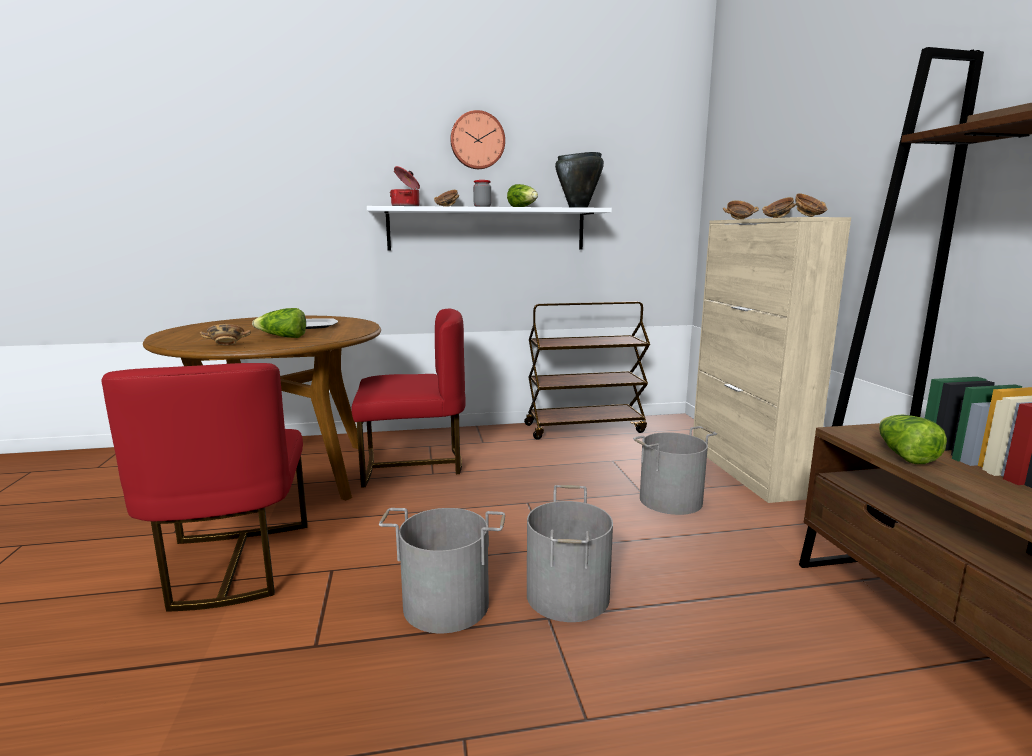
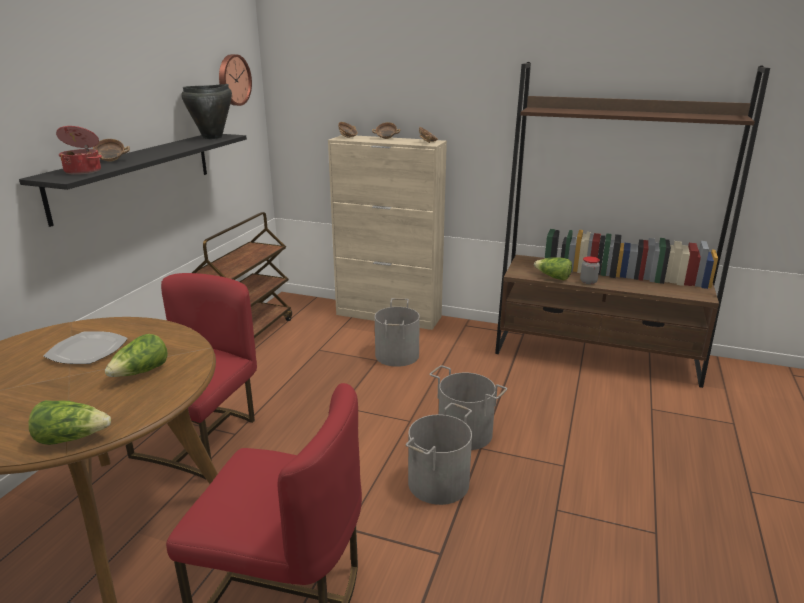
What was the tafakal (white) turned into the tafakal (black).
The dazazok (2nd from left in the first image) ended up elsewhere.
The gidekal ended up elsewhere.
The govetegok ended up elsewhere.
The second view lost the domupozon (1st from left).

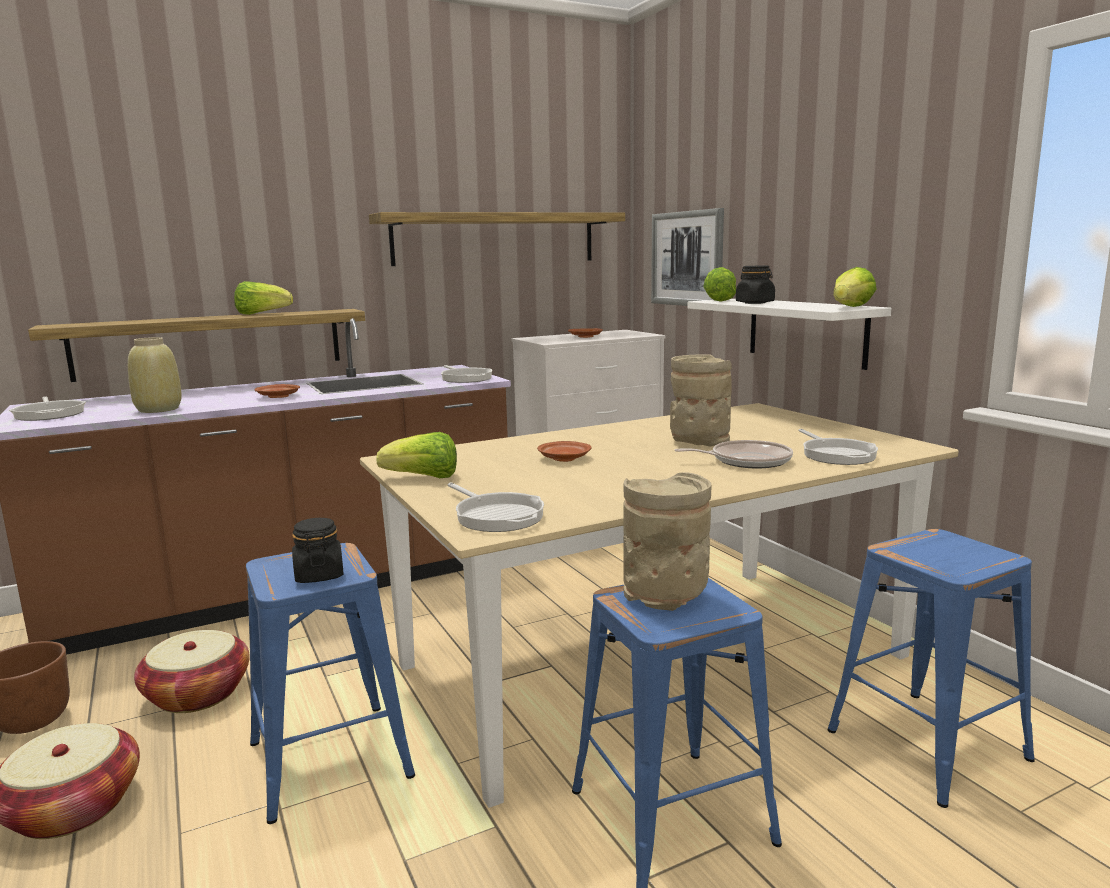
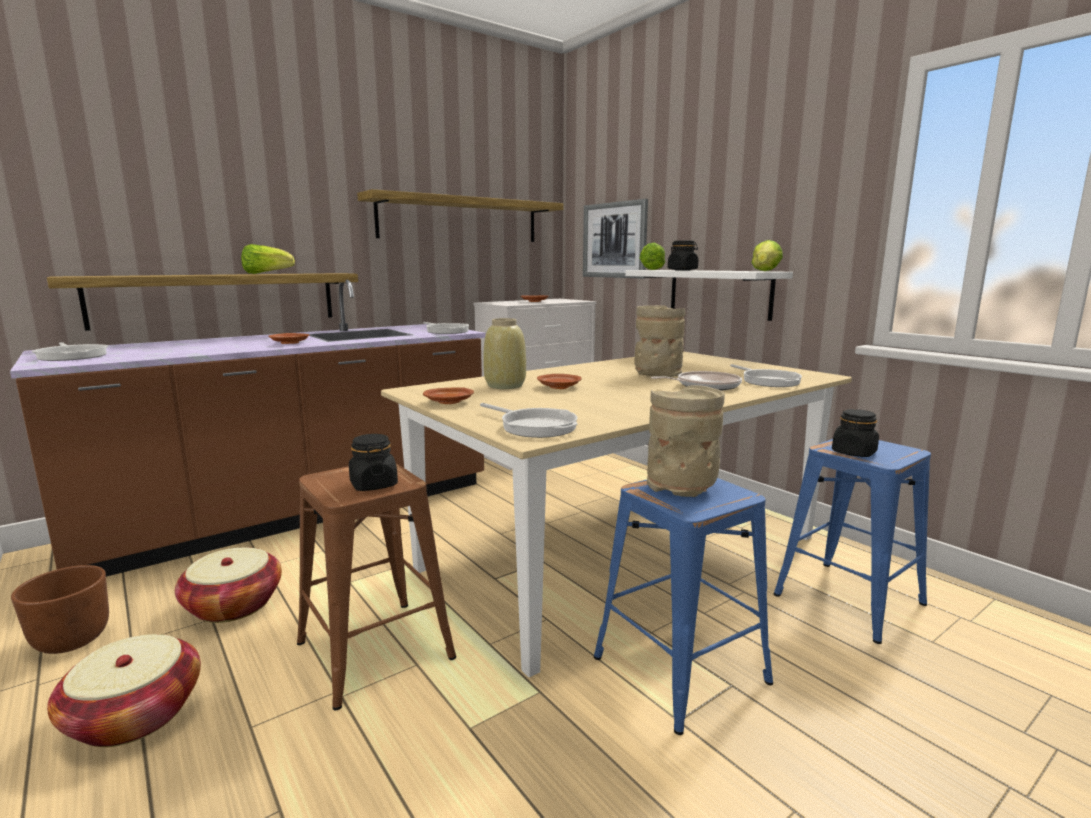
What was the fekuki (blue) (1st from left) turned into the fekuki (brown).
Where the dazazok (2nd from left) stood, the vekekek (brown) (2nd from left) came to stand.
The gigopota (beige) (1st from left) ended up elsewhere.
The second view gained the govetegok (black) (3rd from left).

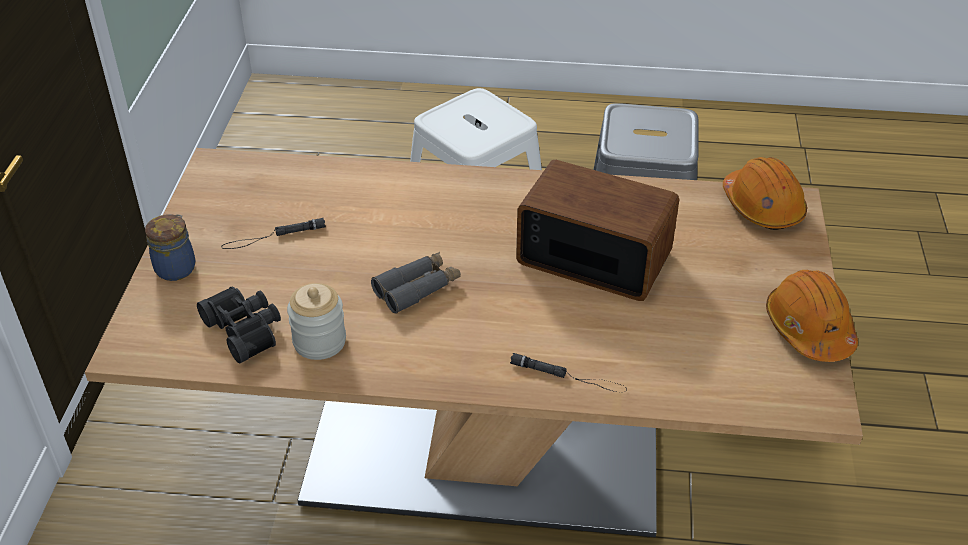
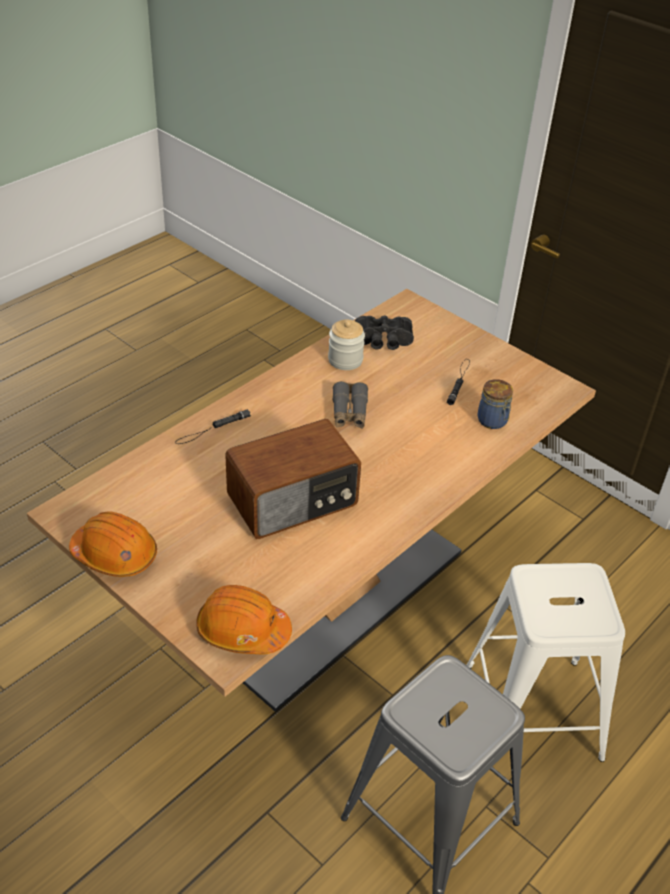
The govetegok (1st from left in the first image) ended up elsewhere.

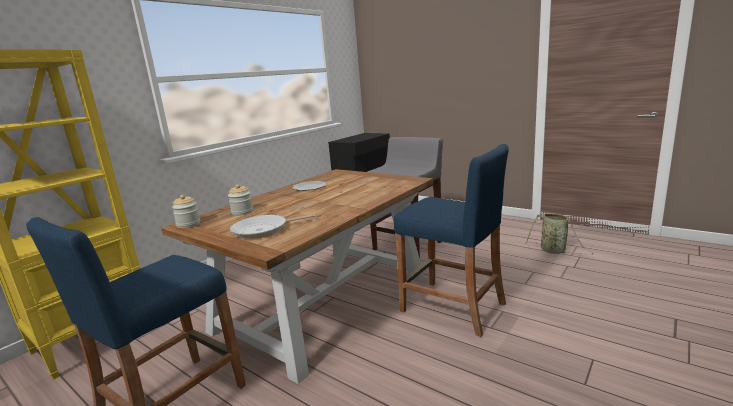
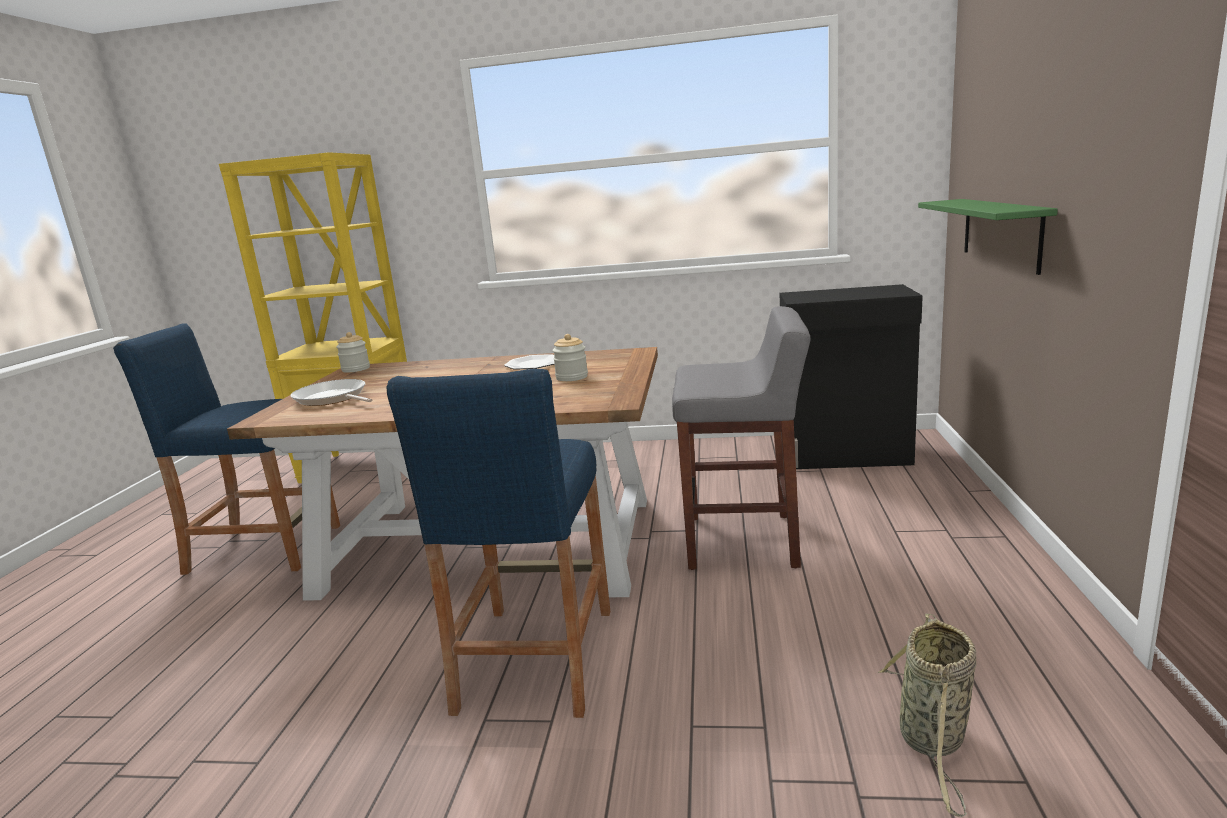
The govetegok (2nd from left) ended up elsewhere.
The second view gained the tafakal (green).

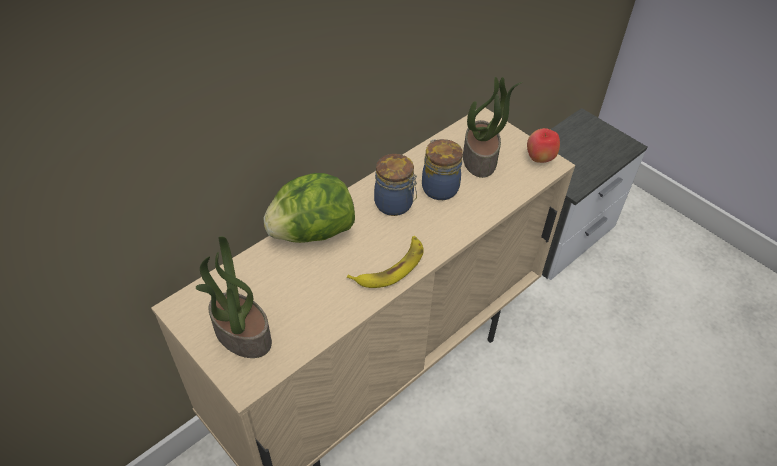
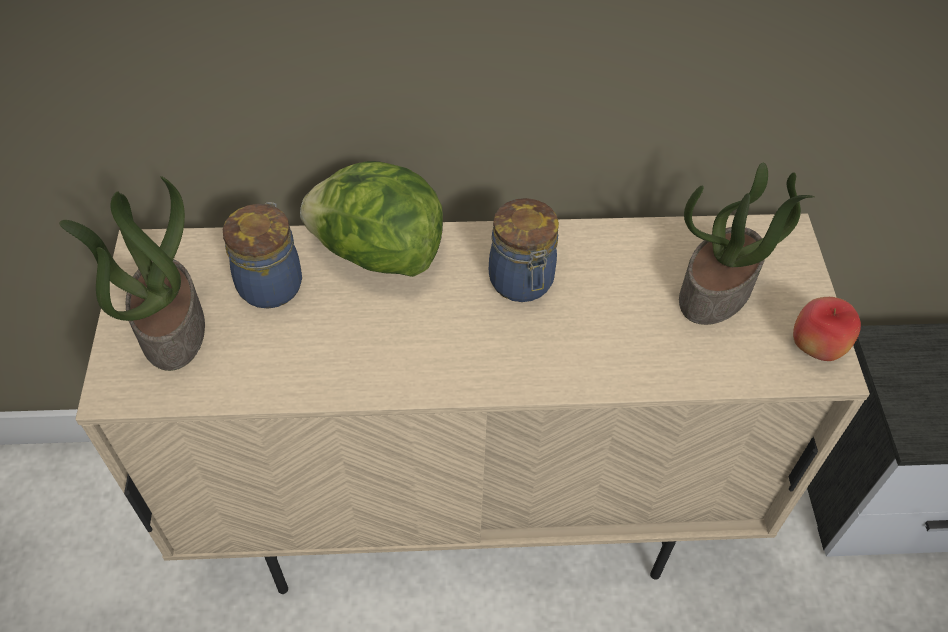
The govetegok (2nd from left in the first image) ended up elsewhere.
The second view lost the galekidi.

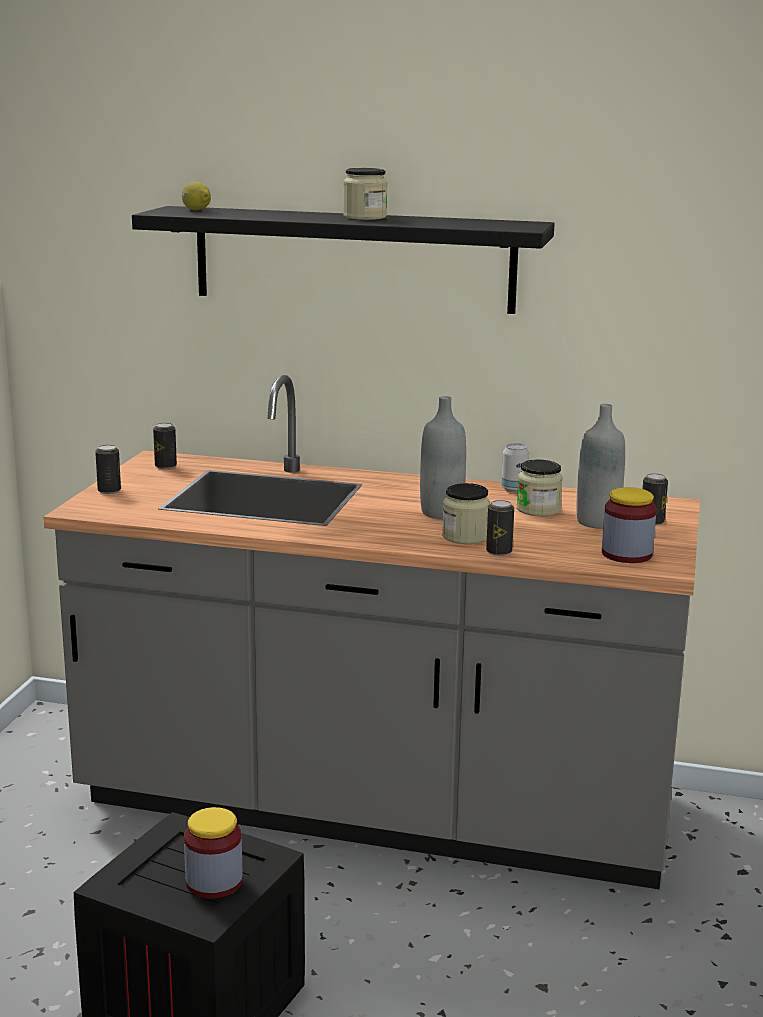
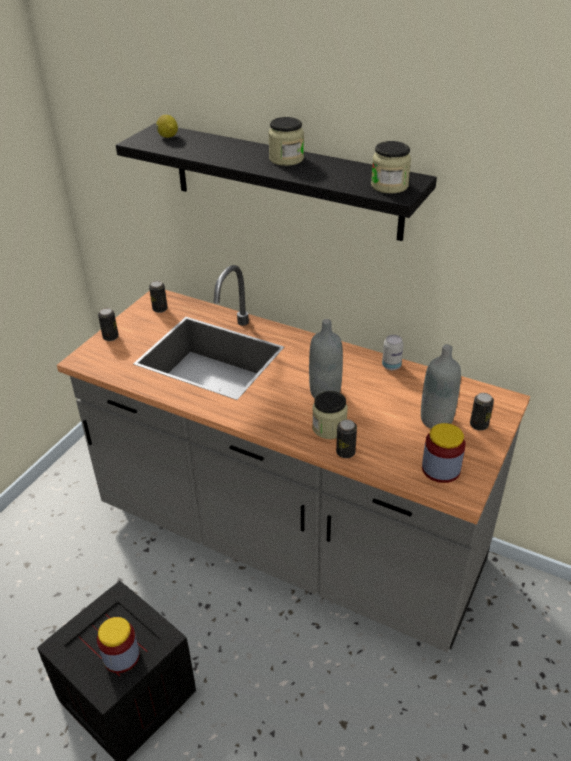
The govetegok (4th from left) ended up elsewhere.

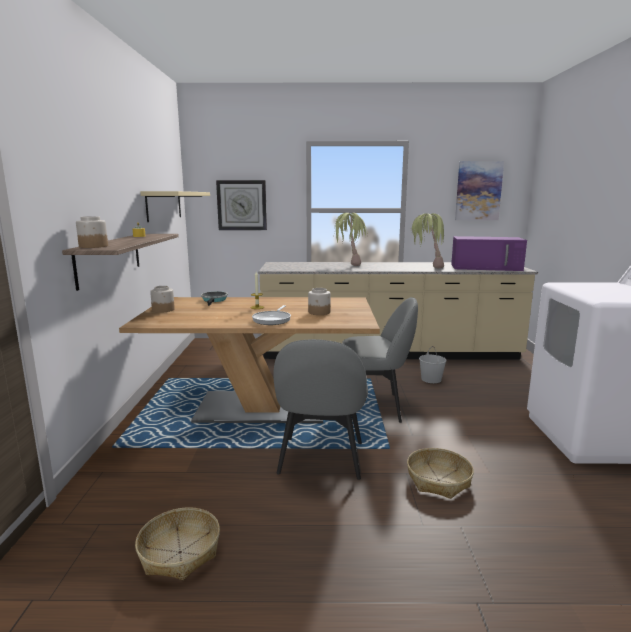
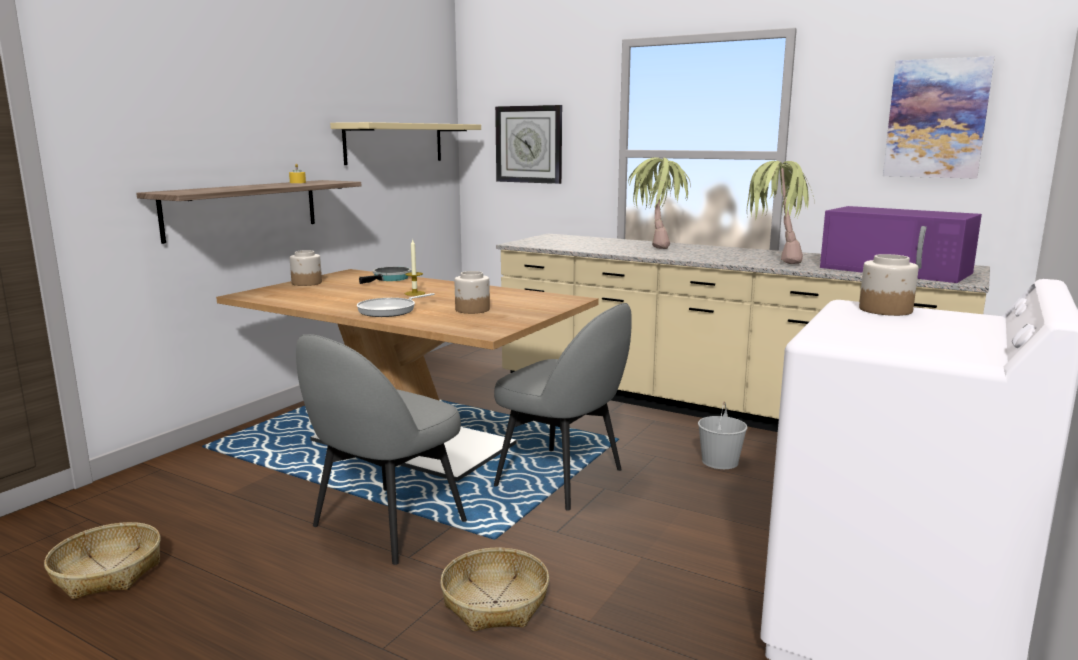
The govetegok (1st from left in the first image) ended up elsewhere.

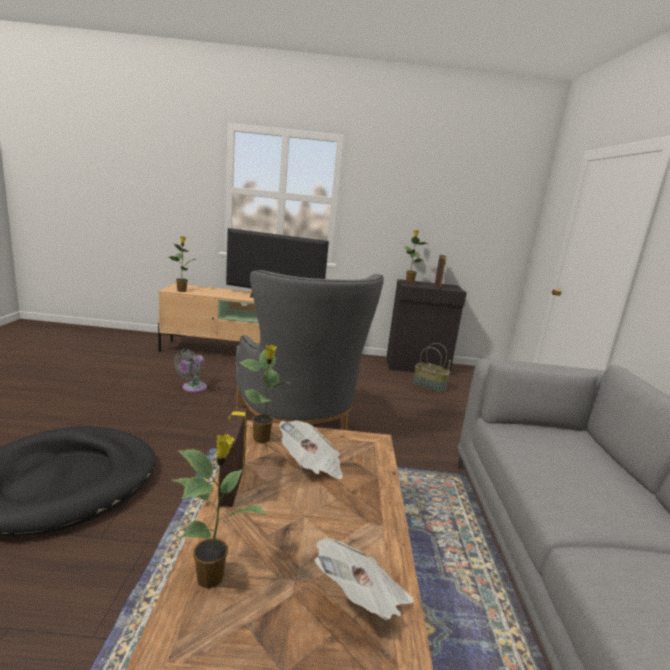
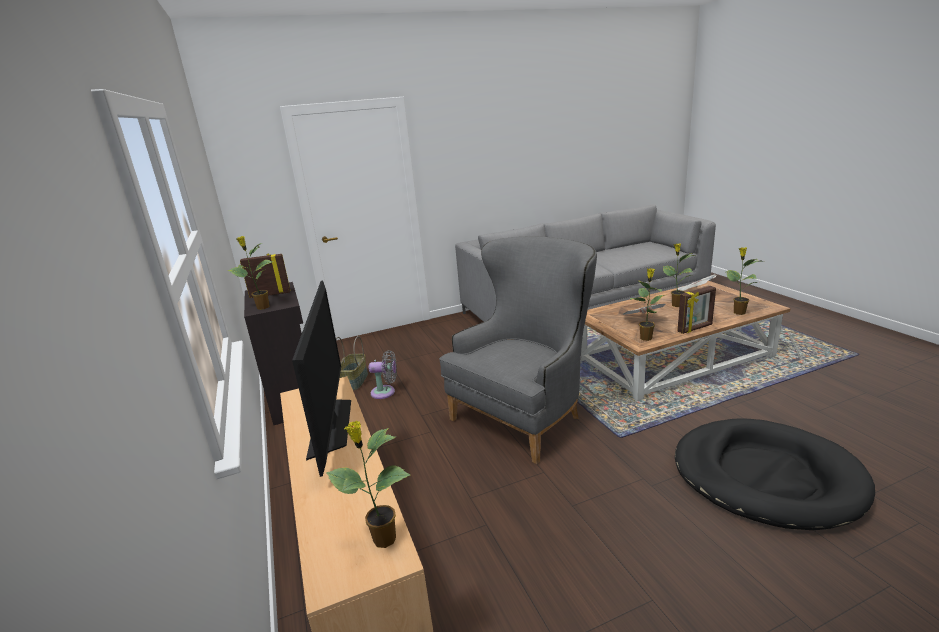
The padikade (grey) ended up elsewhere.
The second view gained the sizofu (4th from left).

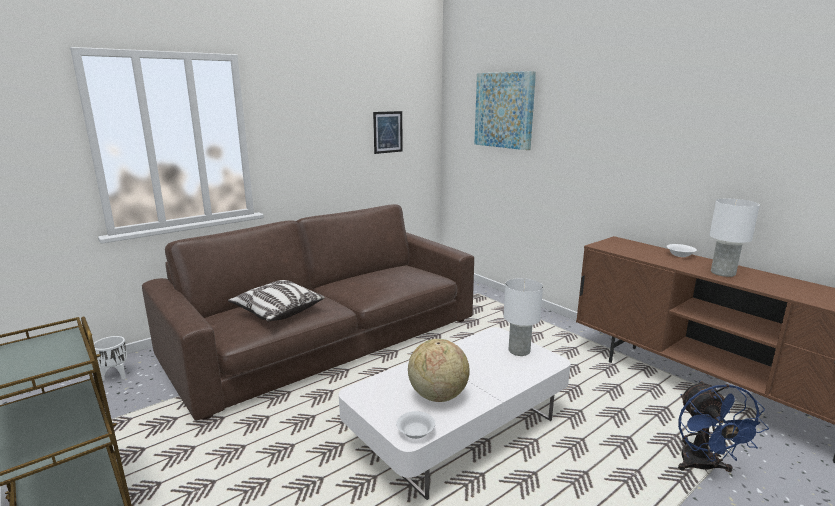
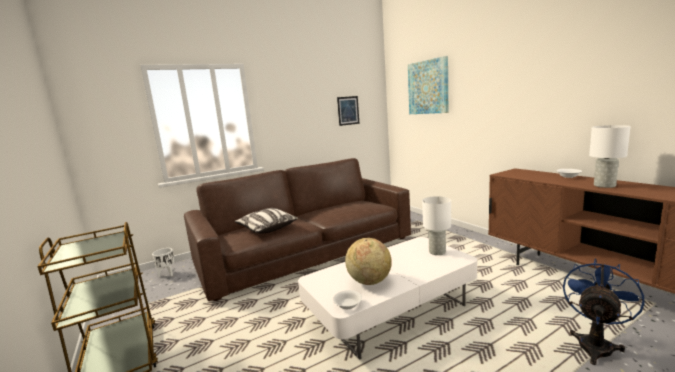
The padikade (blue) ended up facing another way, 150 degrees counterclockwise from before.

